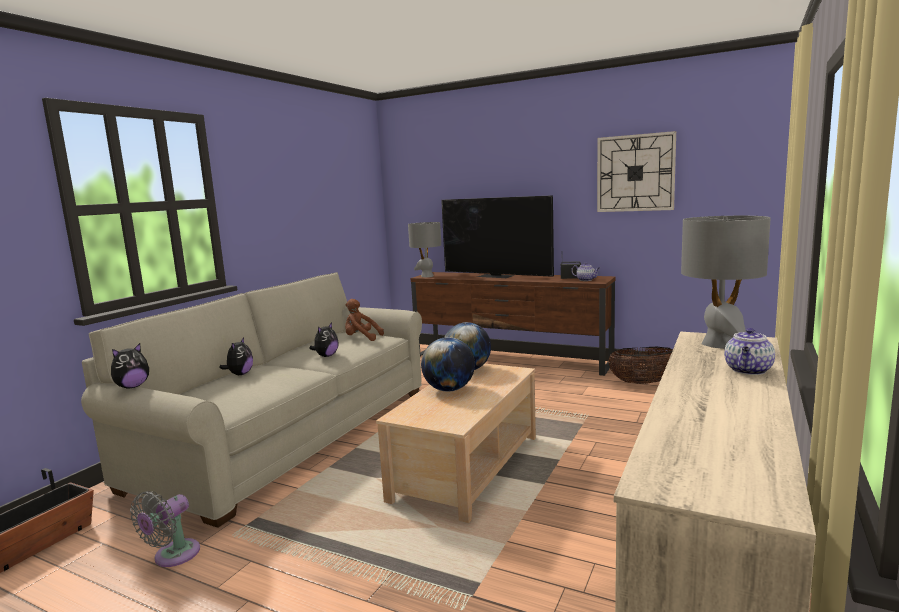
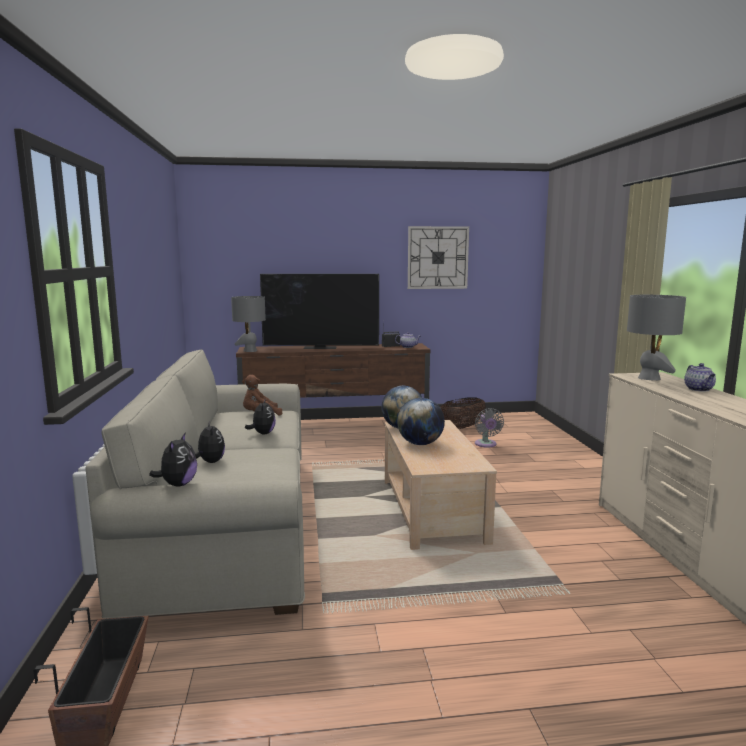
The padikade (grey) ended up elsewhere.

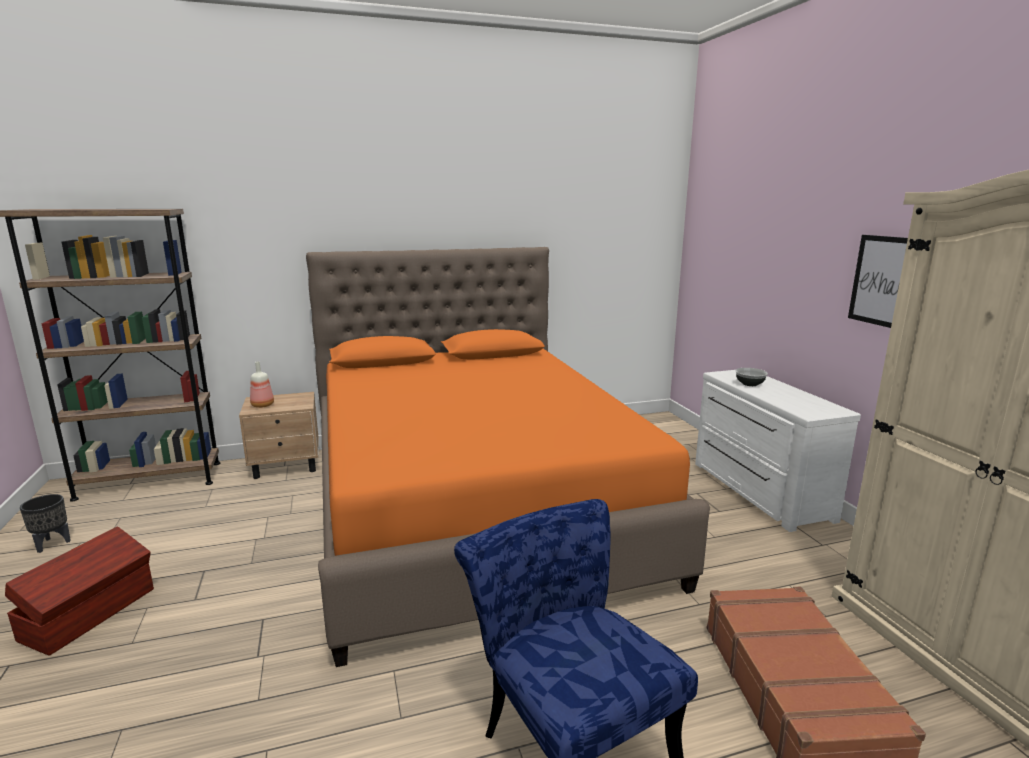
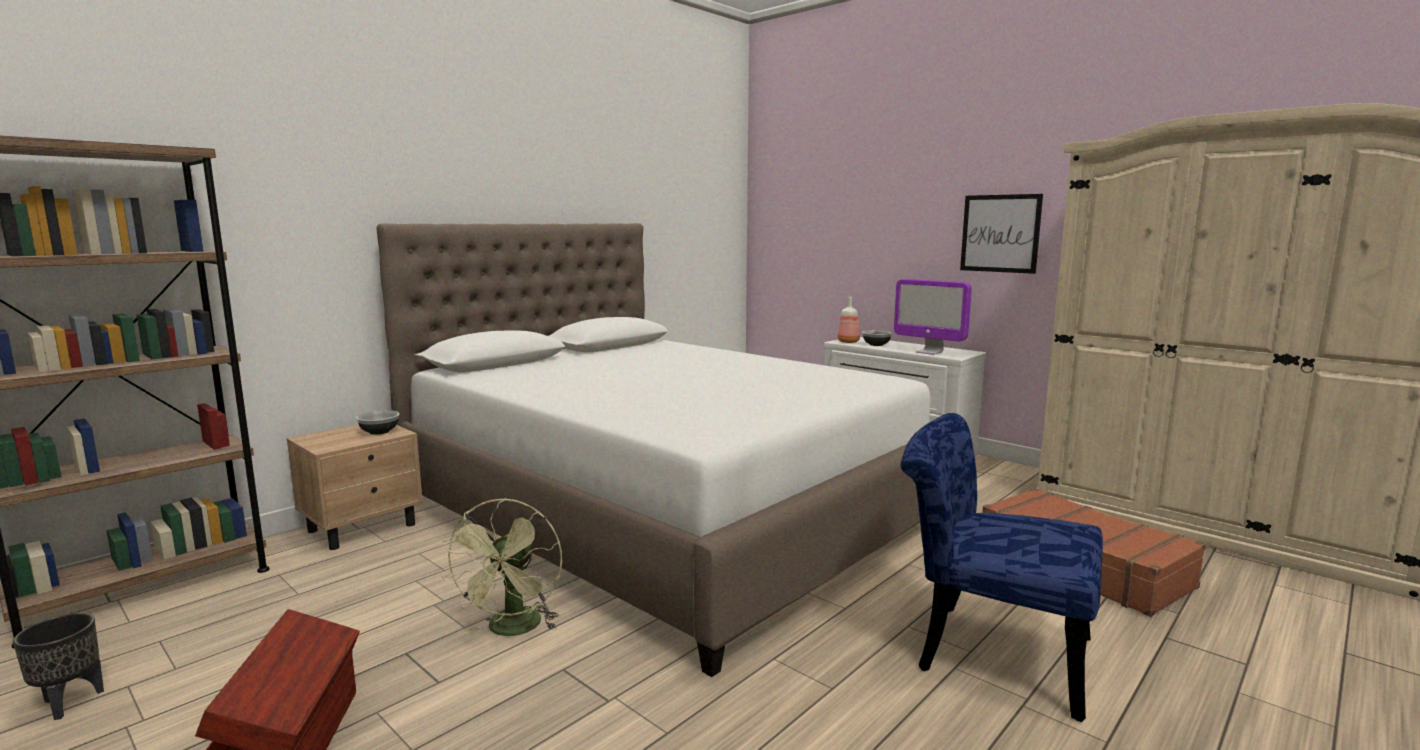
The second view gained the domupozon (1st from left).
What was the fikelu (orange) turned into the fikelu (white).
The second view gained the padikade (green).
The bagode ended up elsewhere.
The second view gained the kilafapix.

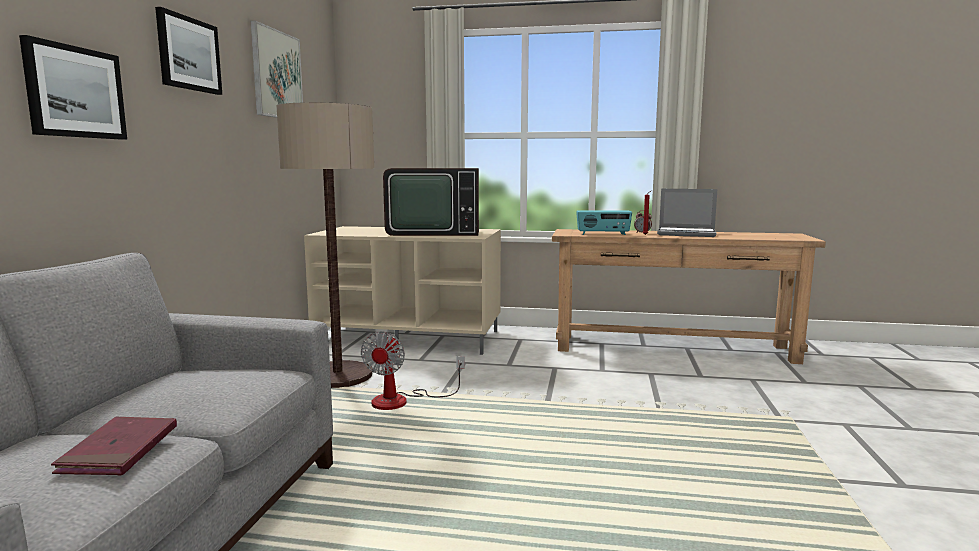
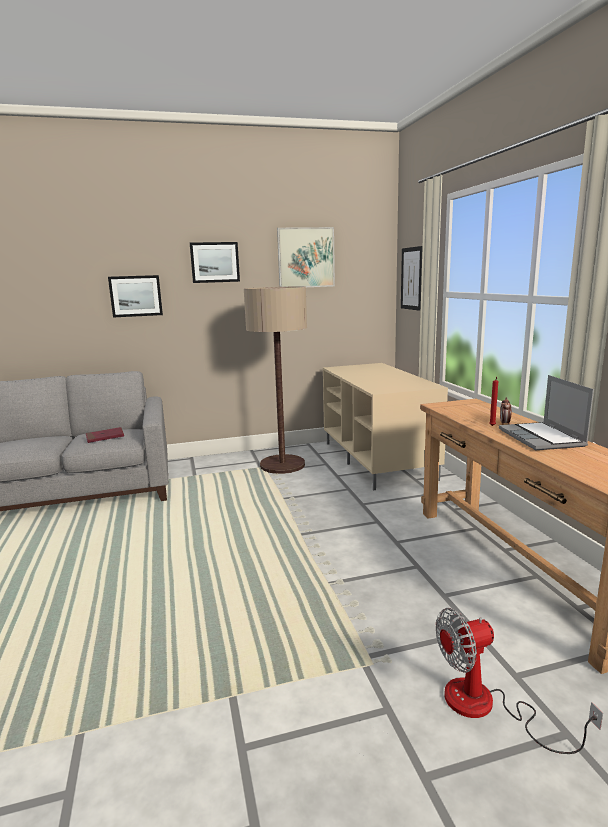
The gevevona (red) ended up elsewhere.
The second view gained the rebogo (4th from left).
The padikade ended up elsewhere.
The second view lost the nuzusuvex.
The second view lost the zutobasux.

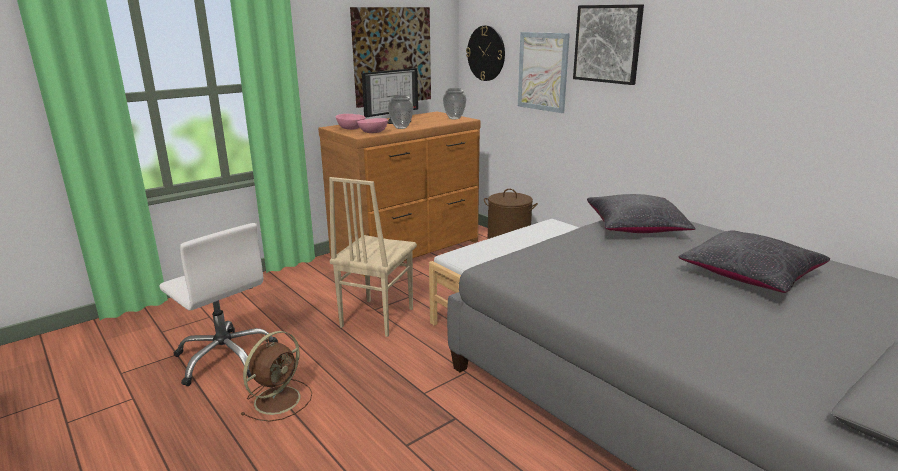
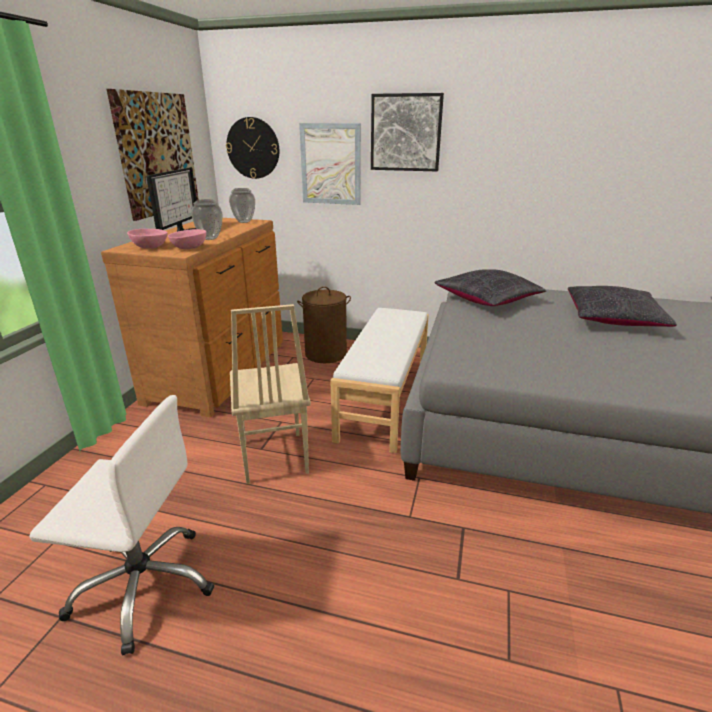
The second view lost the padikade (brown).

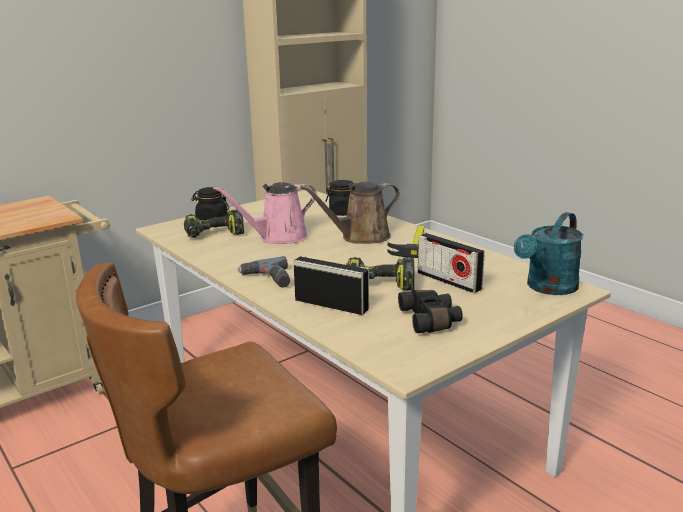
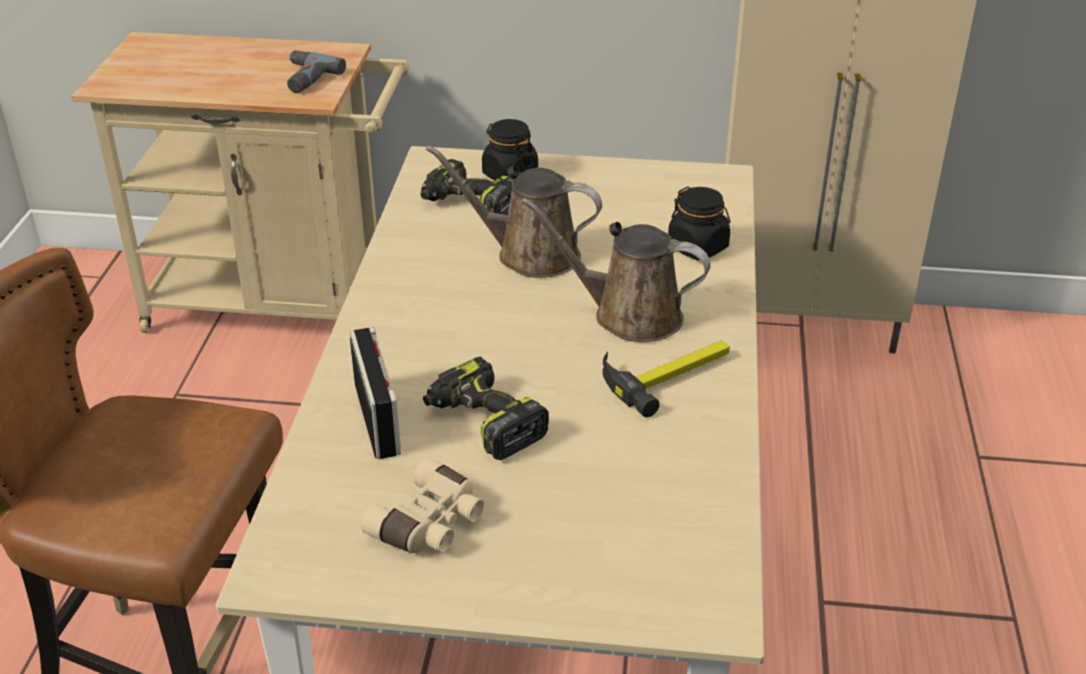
The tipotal (2nd from left in the first image) ended up elsewhere.
What was the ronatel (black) turned into the ronatel (beige).
What was the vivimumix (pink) turned into the vivimumix (brown) (1st from left).
The second view lost the zutobasux (2nd from left).
The second view lost the vivimumix (turquoise).

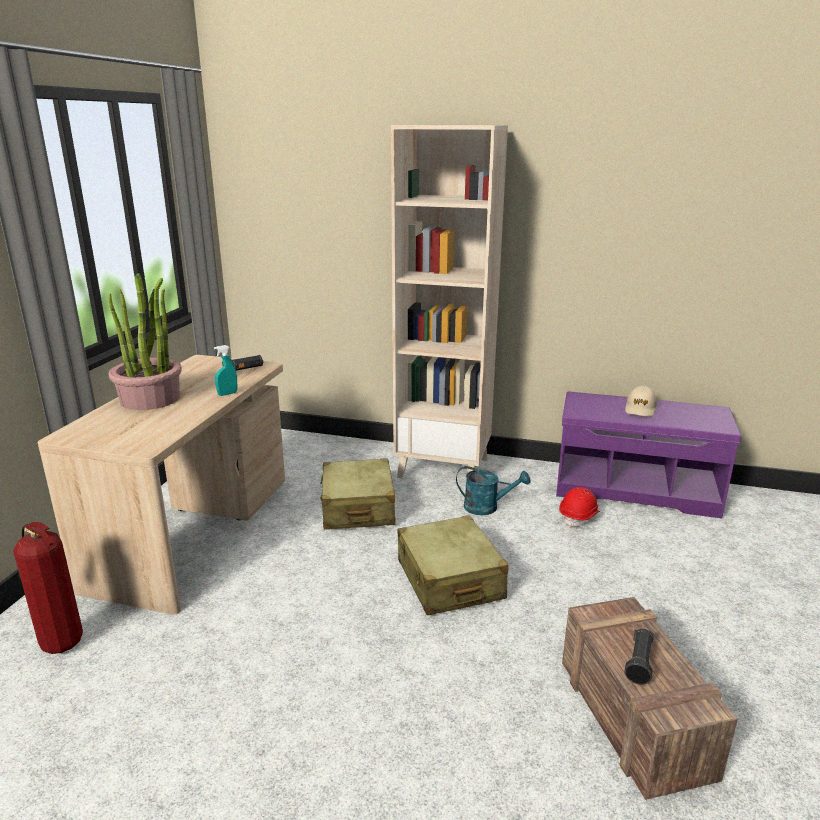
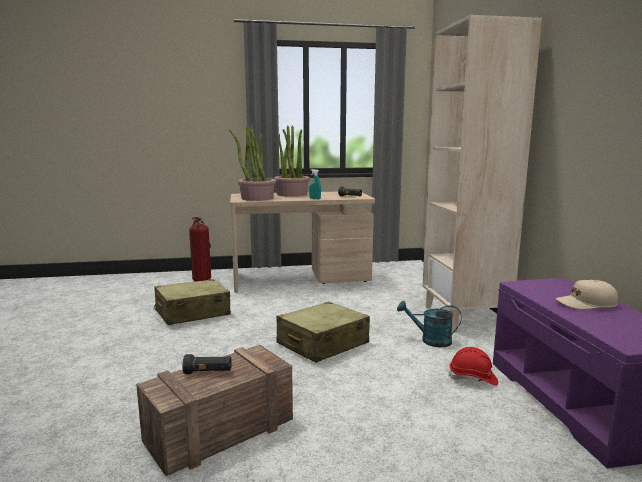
The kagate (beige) (1st from left) ended up elsewhere.
The second view gained the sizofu (1st from left).
The vivimumix (turquoise) ended up facing another way, 120 degrees clockwise from before.

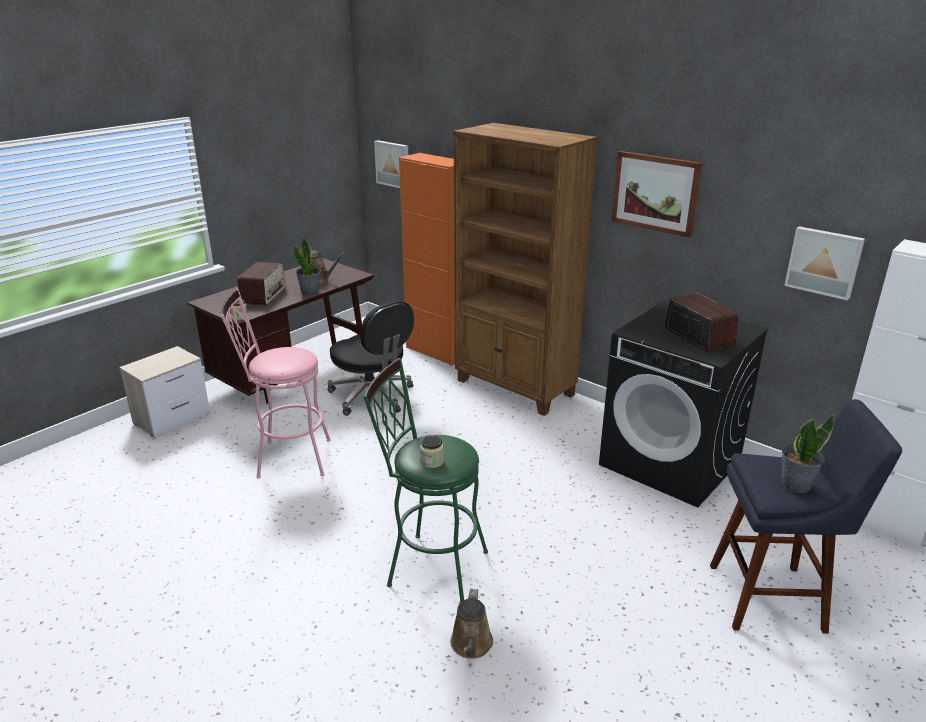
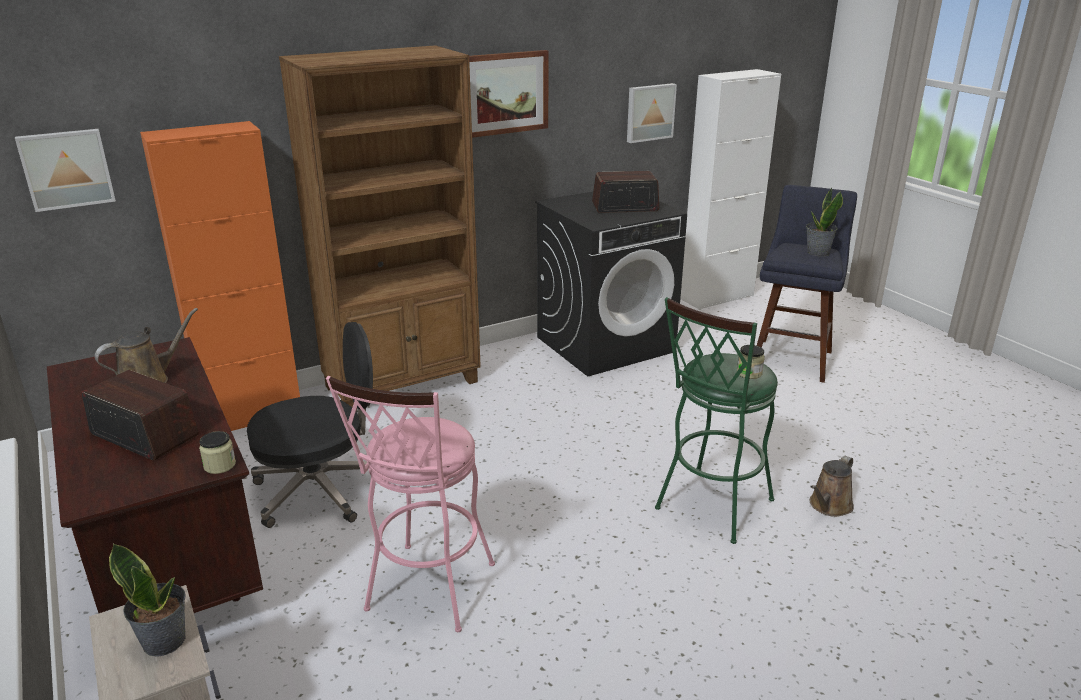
The sizofu (1st from left) ended up elsewhere.
The vivimumix (brown) (2nd from left) ended up facing another way, 105 degrees clockwise from before.

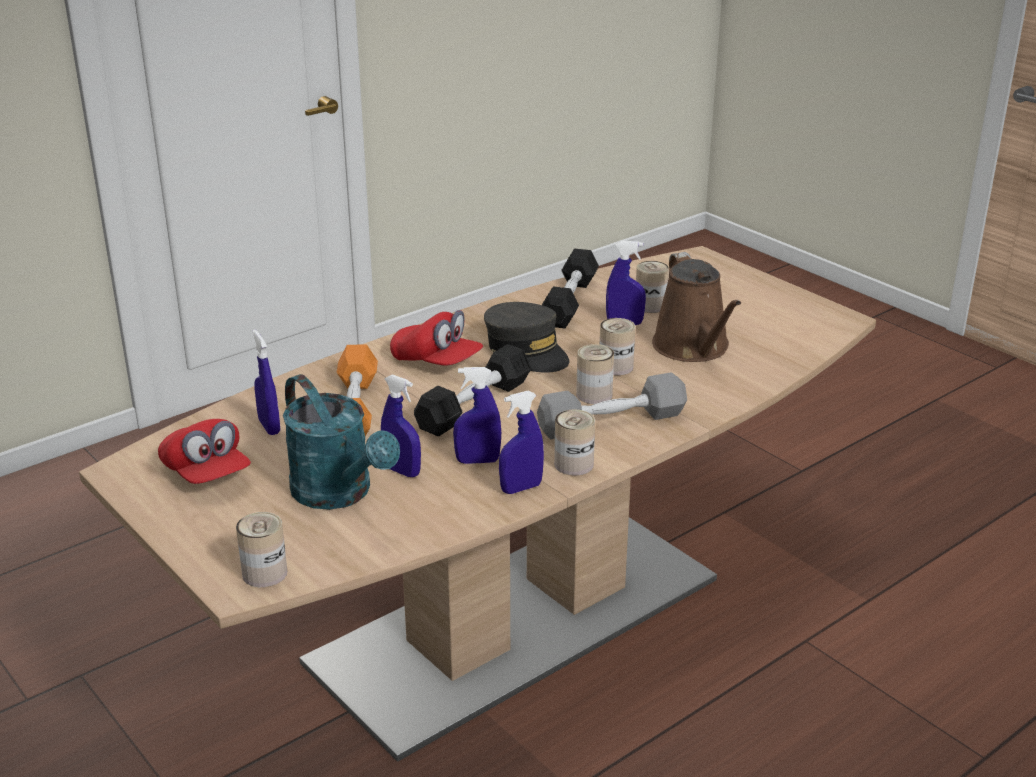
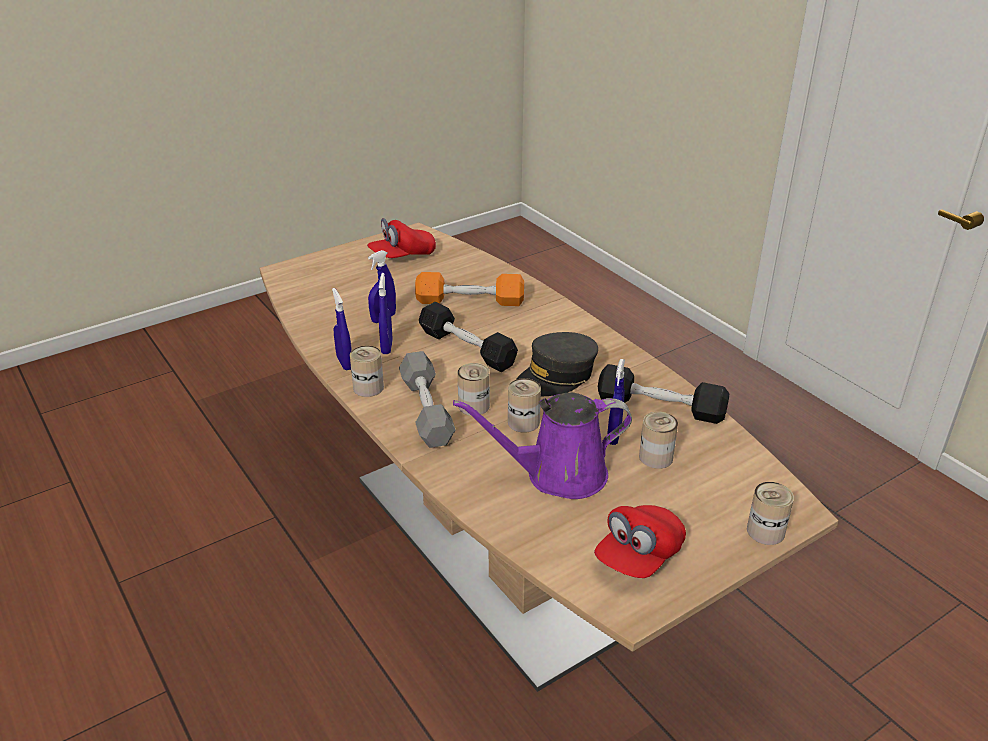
What was the vivimumix (brown) turned into the vivimumix (purple).
The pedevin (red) (2nd from left) ended up elsewhere.
The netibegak (1st from left in the first image) ended up elsewhere.
The second view lost the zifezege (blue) (1st from left).
The second view lost the vivimumix (turquoise).

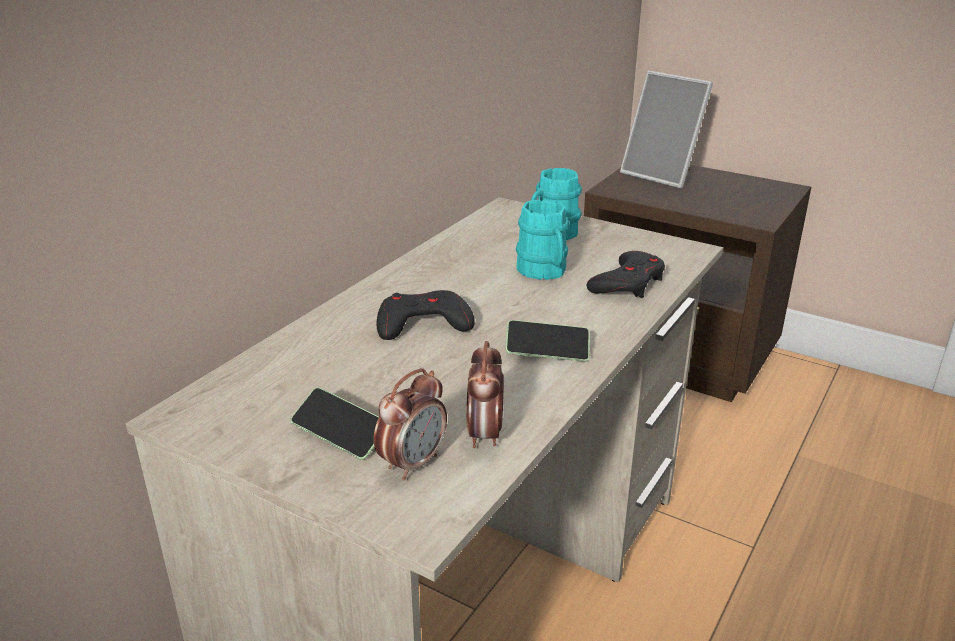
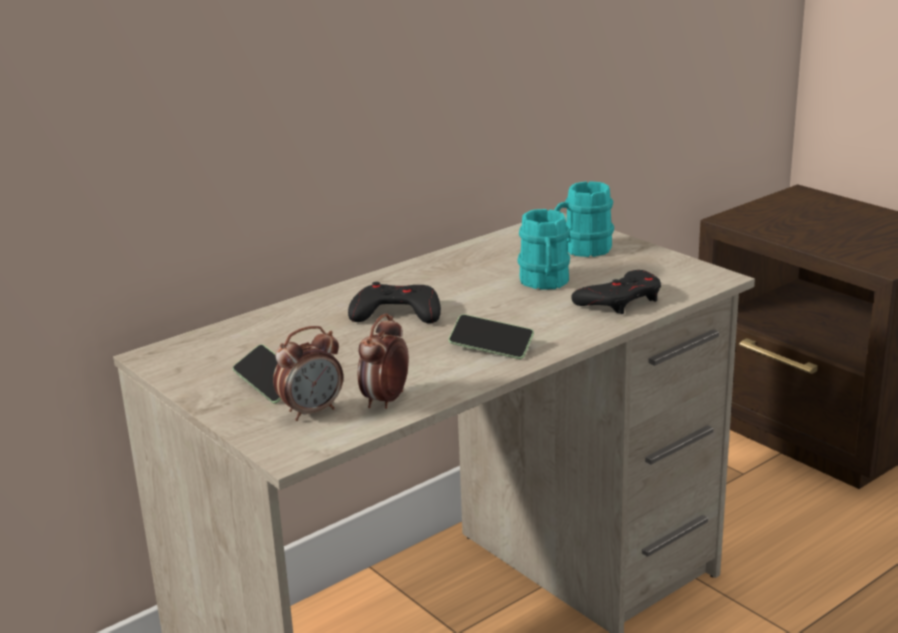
The second view lost the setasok.

